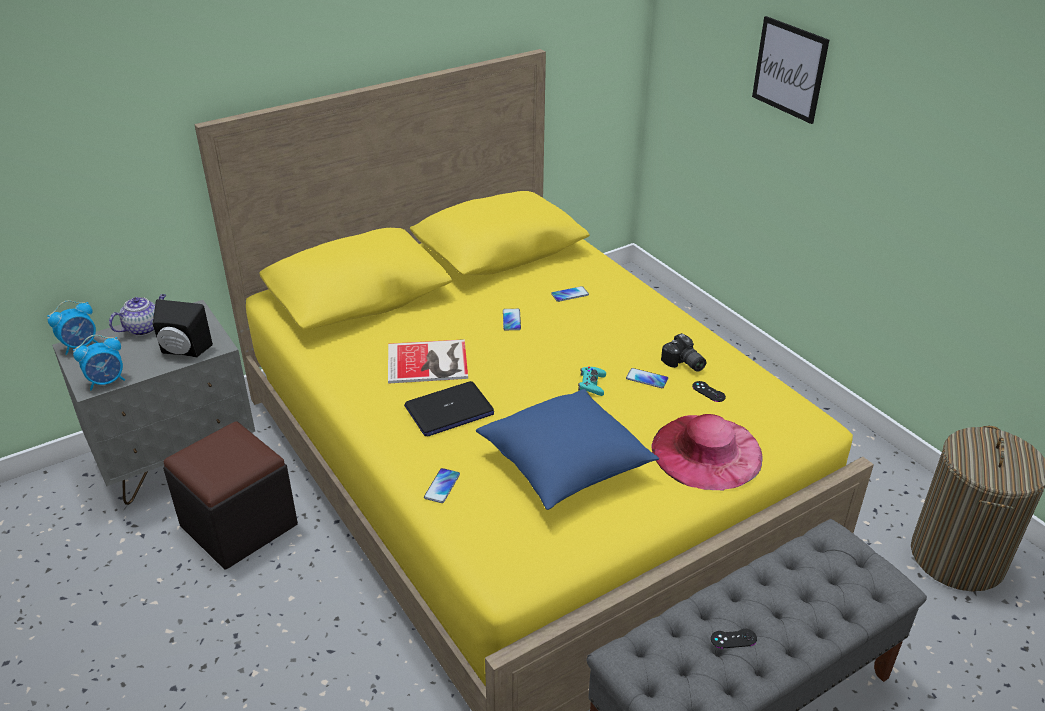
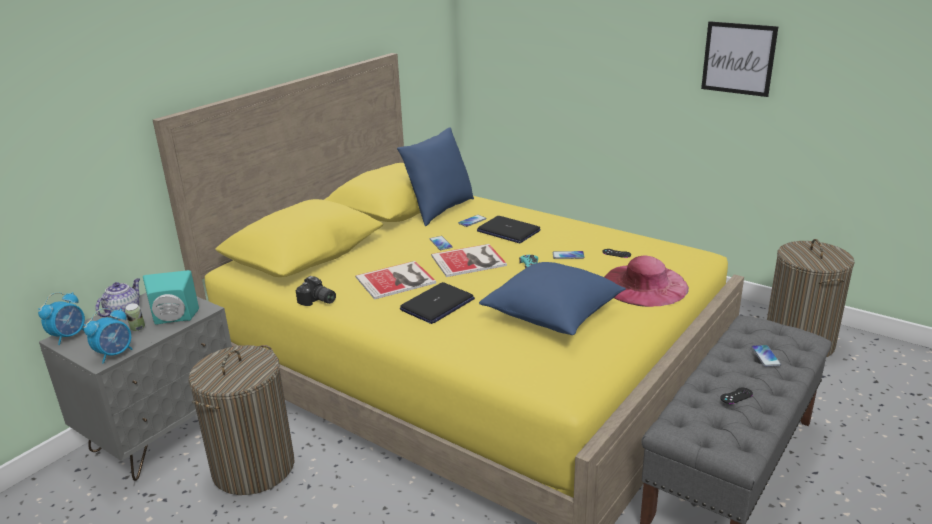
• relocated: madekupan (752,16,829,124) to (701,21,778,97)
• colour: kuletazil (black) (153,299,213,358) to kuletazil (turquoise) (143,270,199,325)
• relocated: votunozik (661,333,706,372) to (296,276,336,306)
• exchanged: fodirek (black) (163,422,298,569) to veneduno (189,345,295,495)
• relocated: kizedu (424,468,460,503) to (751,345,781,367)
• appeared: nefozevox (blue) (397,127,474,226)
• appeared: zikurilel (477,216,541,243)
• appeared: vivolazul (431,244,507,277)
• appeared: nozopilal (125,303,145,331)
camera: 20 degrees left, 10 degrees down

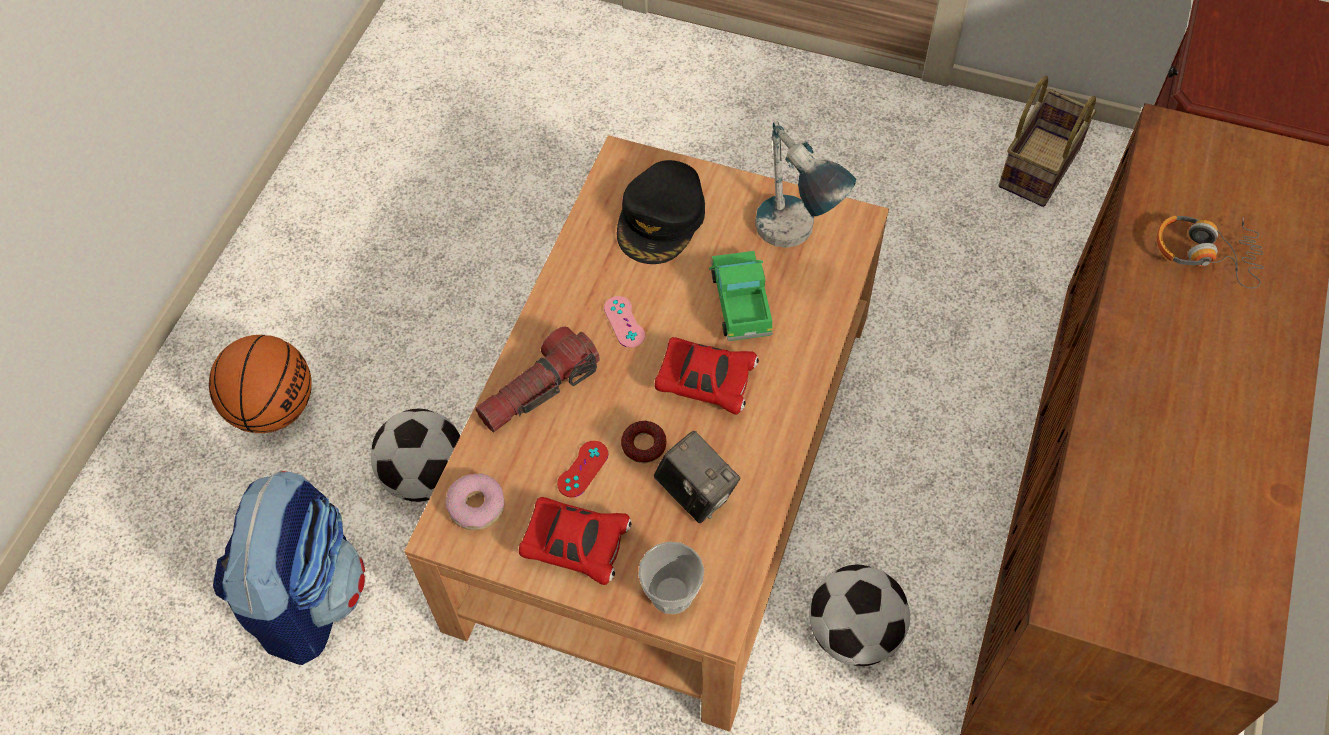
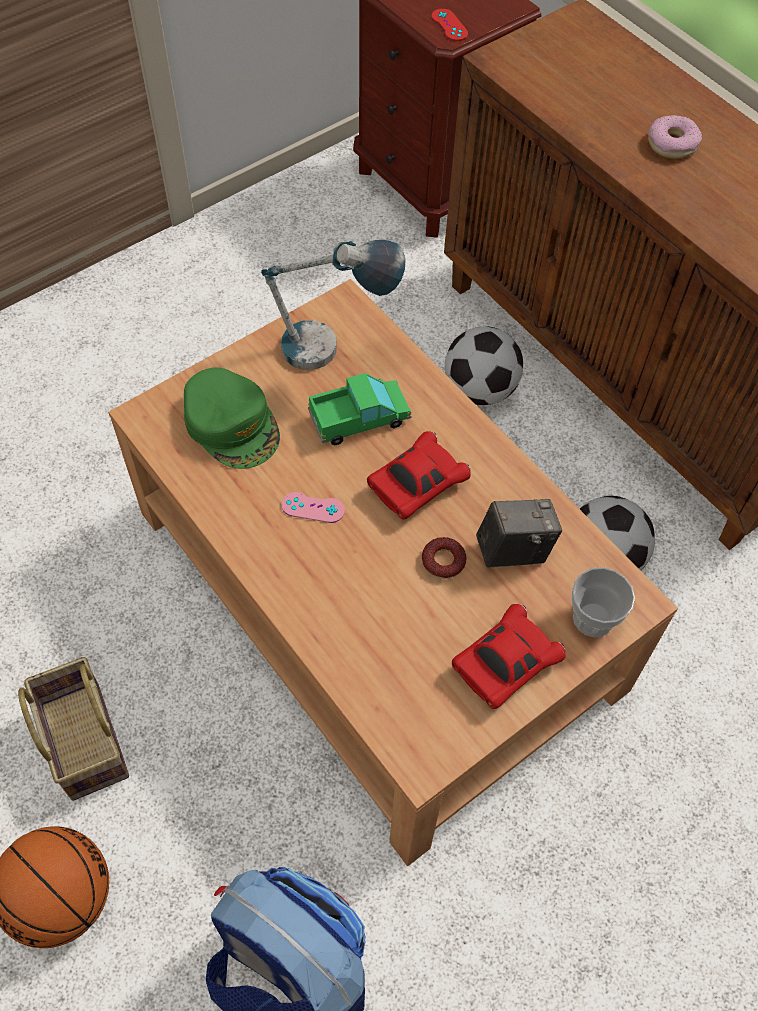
• relocated: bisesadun (998,76,1096,207) to (18,657,129,801)
• colour: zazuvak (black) (617,160,705,264) to zazuvak (green) (184,367,280,469)
• missing: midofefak (1157,215,1264,289)
• spun: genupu (709,251,773,341) = (308,373,412,445) 135 degrees clockwise
• missing: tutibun (475,327,600,432)
• relocated: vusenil (371,409,460,502) to (445,326,523,405)
• relocated: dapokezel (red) (557,441,608,497) to (432,9,468,41)
• relocated: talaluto (445,473,505,530) to (648,115,702,159)
camera: 60 degrees left, 0 degrees up

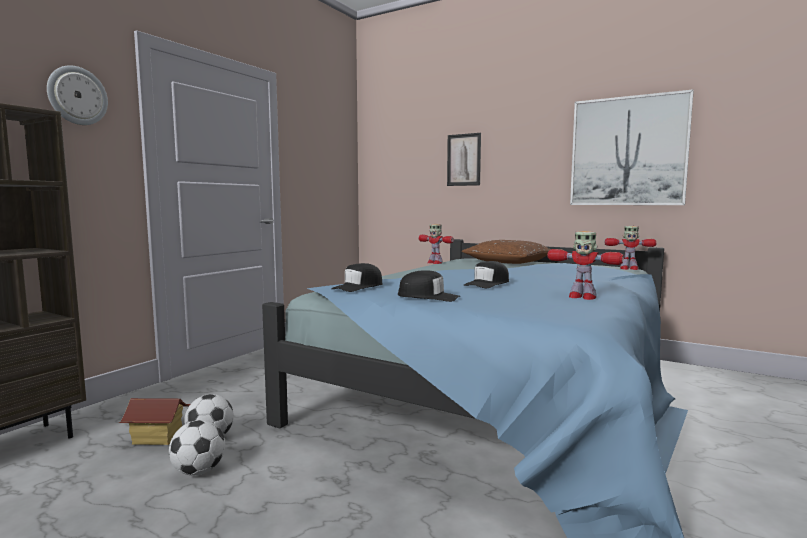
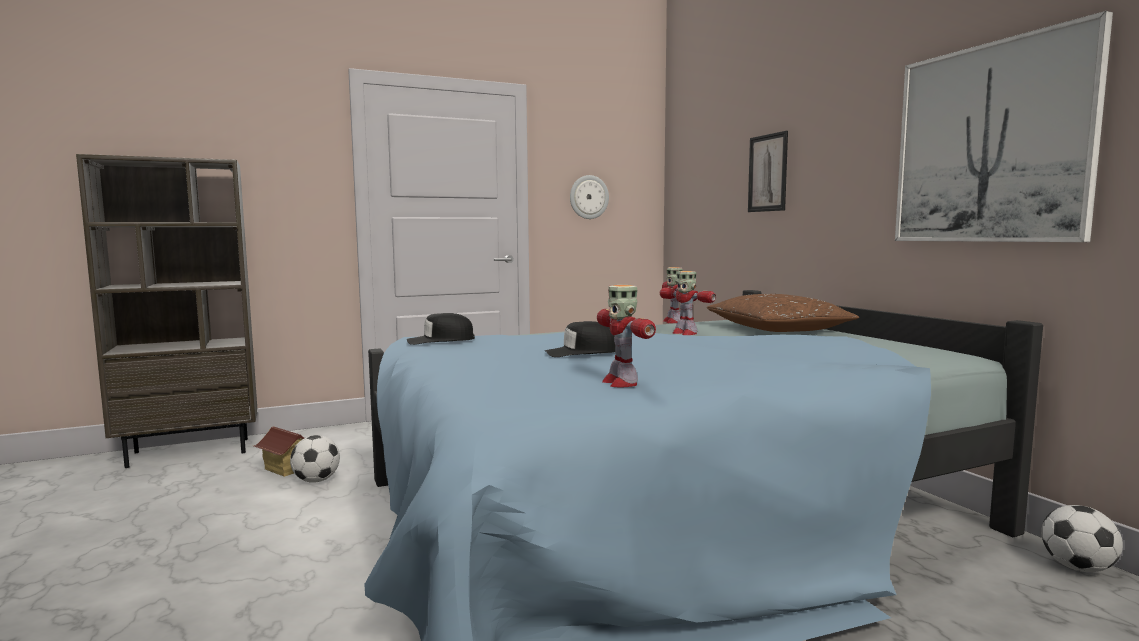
• relocated: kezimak (47,65,108,125) to (570,175,609,219)
• relocated: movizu (605,226,657,270) to (660,271,716,335)
• missing: zazuvak (black) (398,270,460,302)
• relocated: vusenil (169,420,225,475) to (1041,505,1123,572)
camera: 35 degrees right, 0 degrees up

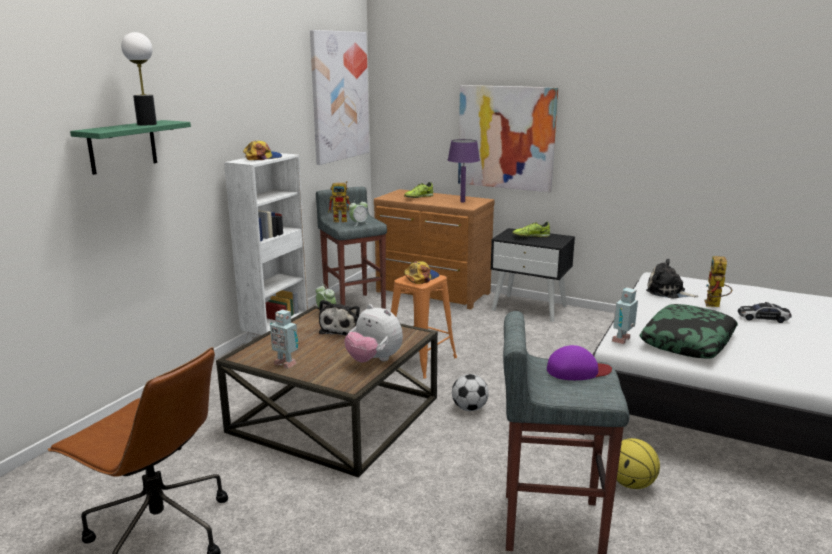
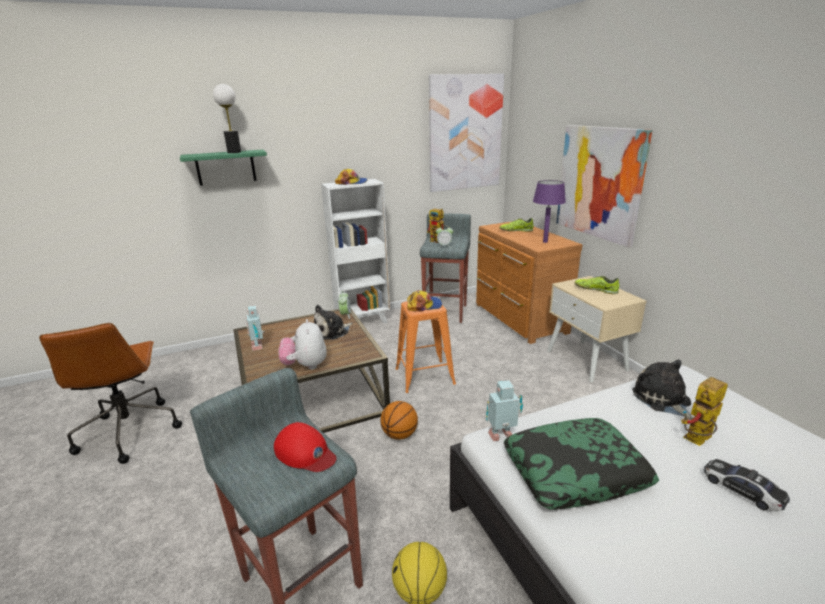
• colour: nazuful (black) (490,228,575,322) to nazuful (beige) (547,276,647,382)
• colour: zazuvak (purple) (547,345,612,380) to zazuvak (red) (274,422,336,472)
• exchanged: vusenil (452,374,489,411) to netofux (380,401,418,440)
camera: 40 degrees right, 5 degrees up

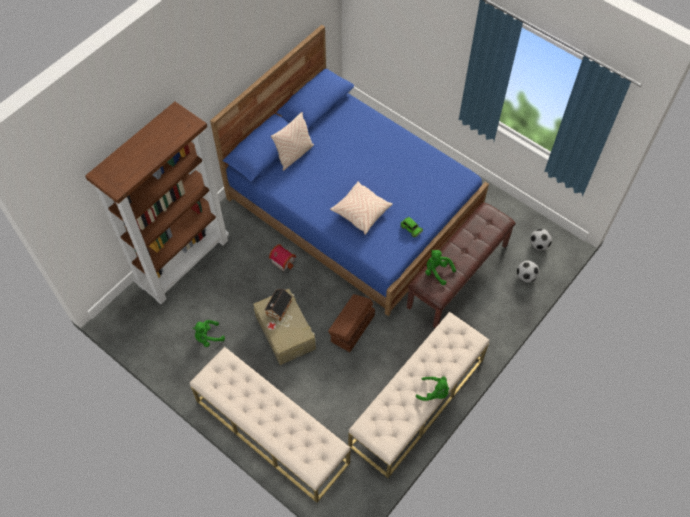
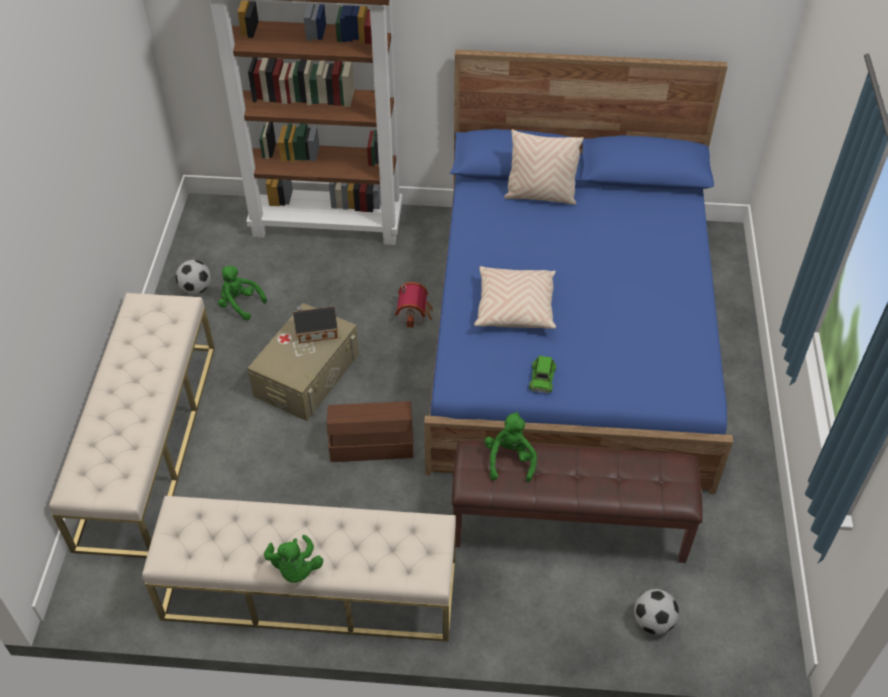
• relocated: vusenil (530,229,552,250) to (176,260,211,295)
camera: 55 degrees right, 10 degrees down

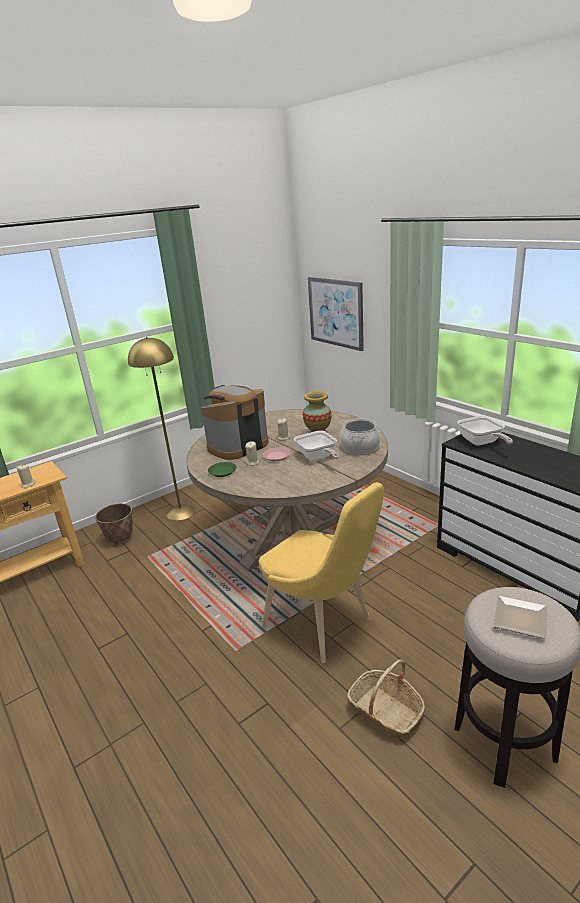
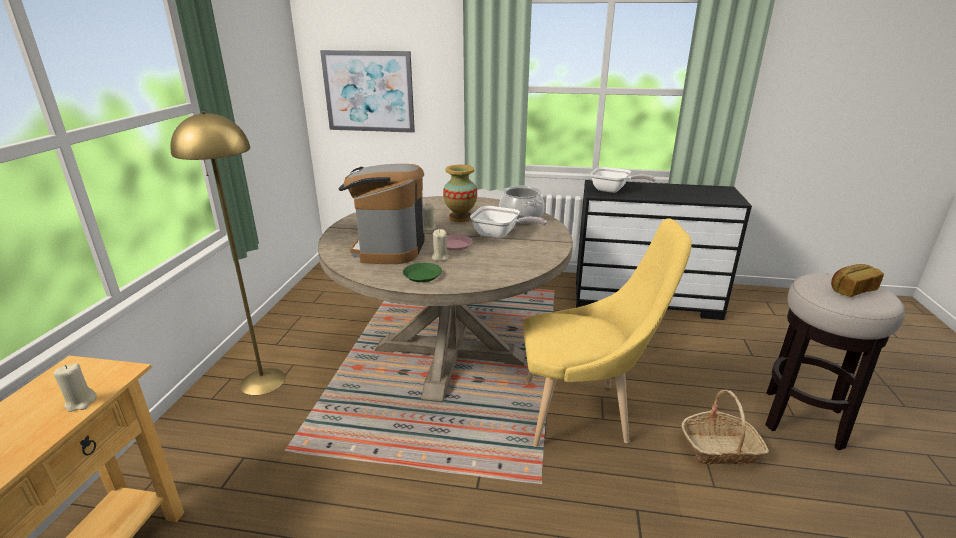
• missing: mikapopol (95,504,133,545)
• exchanged: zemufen (493,596,547,639) to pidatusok (831,264,884,297)
camera: 45 degrees left, 0 degrees up

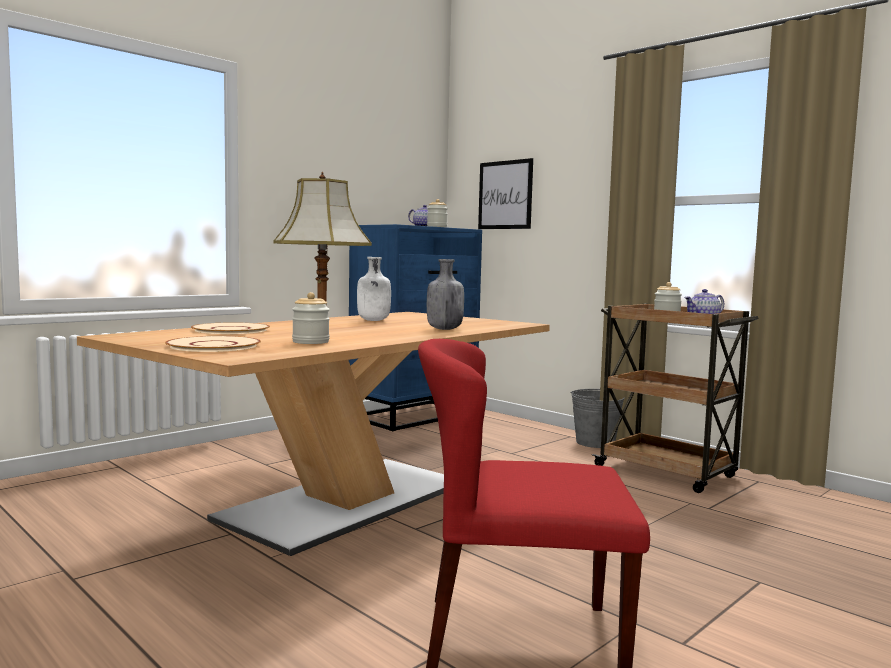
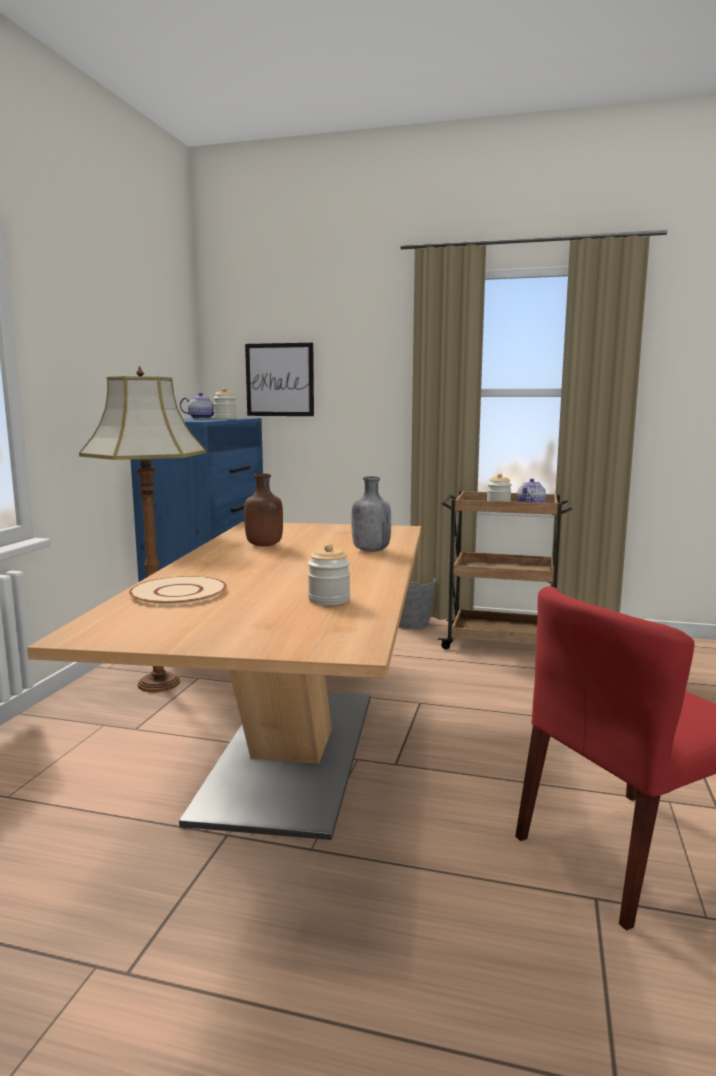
• colour: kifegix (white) (357,257,391,321) to kifegix (brown) (244,474,283,547)
• missing: zemufen (beige) (165,336,261,352)
camera: 30 degrees left, 5 degrees up

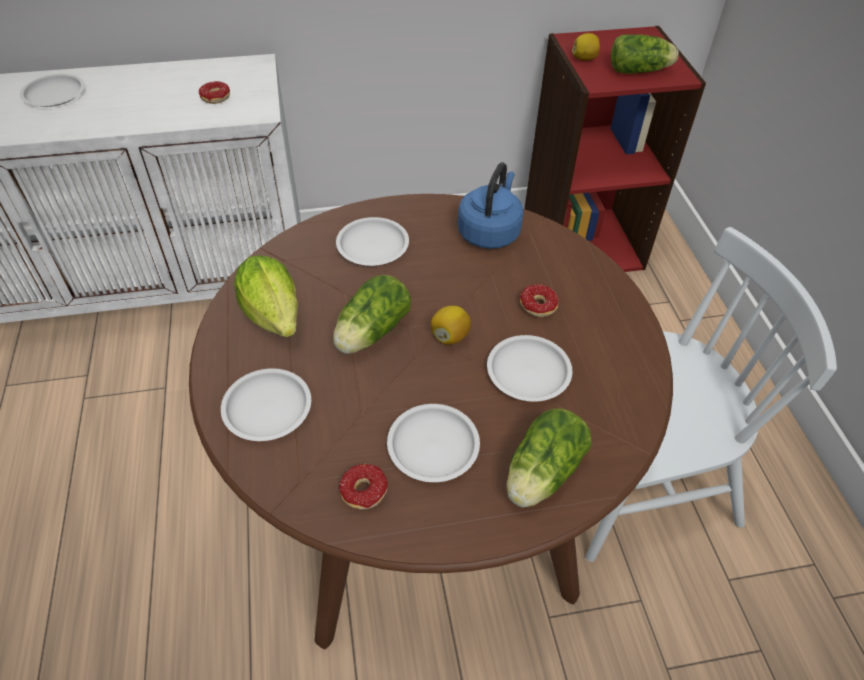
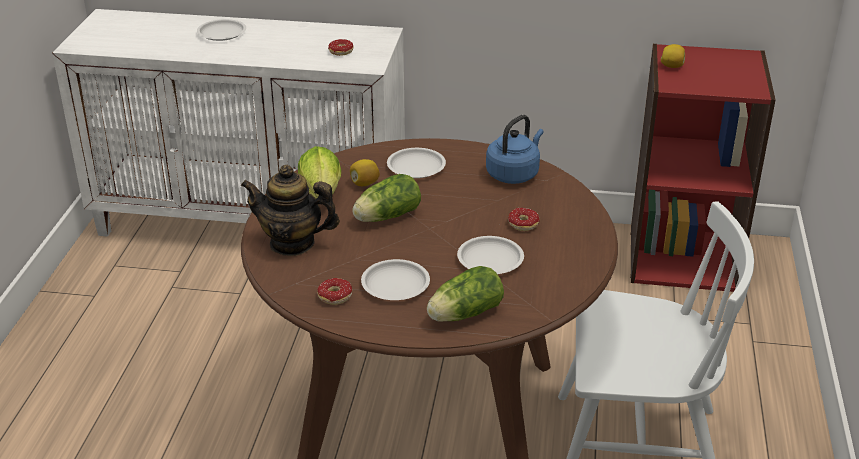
• missing: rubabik (611,34,679,74)
• relocated: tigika (431,306,471,345) to (350,159,380,186)
• exchanged: zemufen (white) (221,368,311,441) to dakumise (241,165,340,256)
camera: 20 degrees right, 15 degrees down

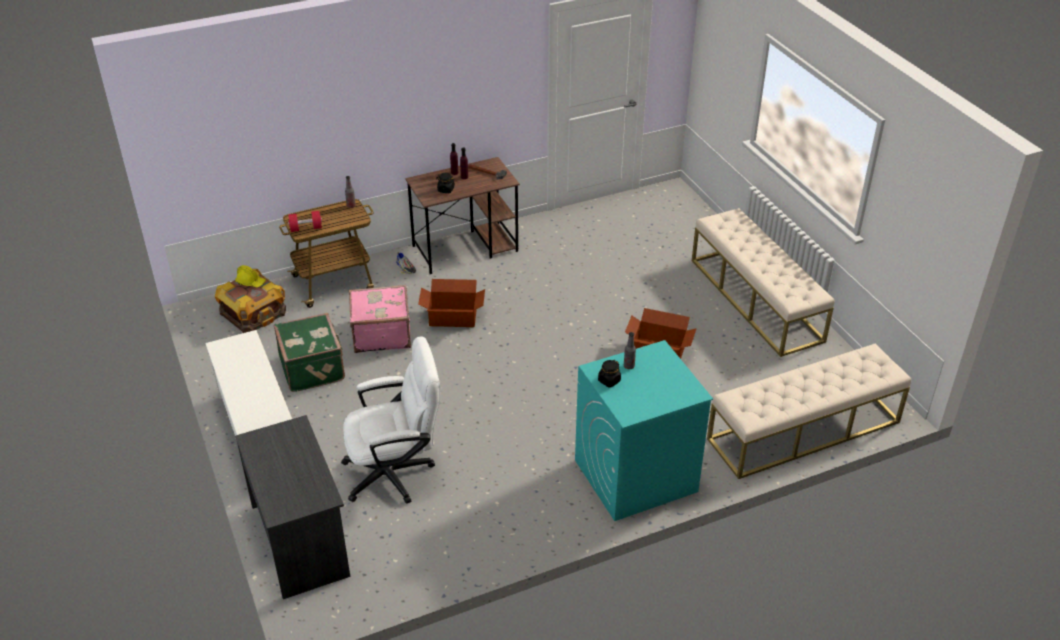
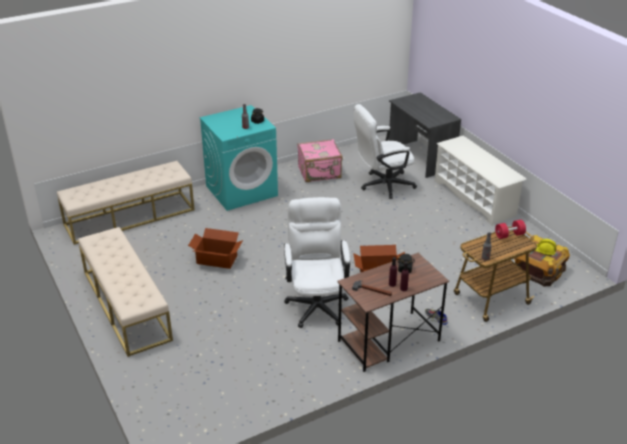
• relocated: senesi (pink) (349,285,411,353) to (297,139,342,182)
• missing: senesi (green) (274,313,345,392)
• appeared: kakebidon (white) (284,197,350,328)
camera: 175 degrees right, 5 degrees down

